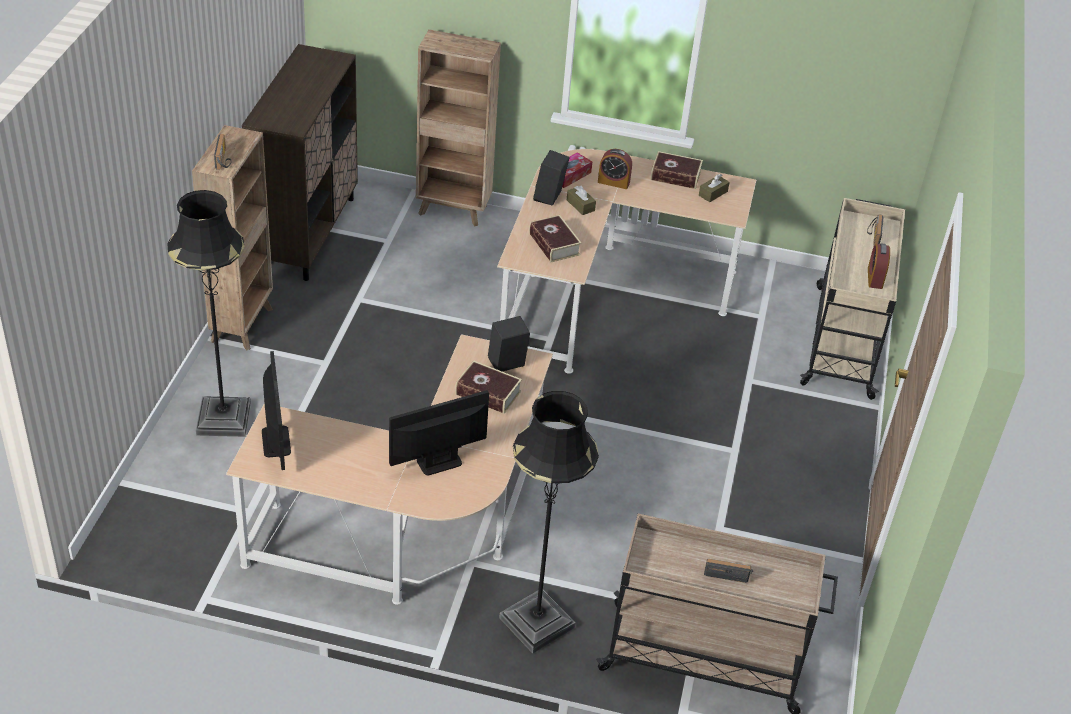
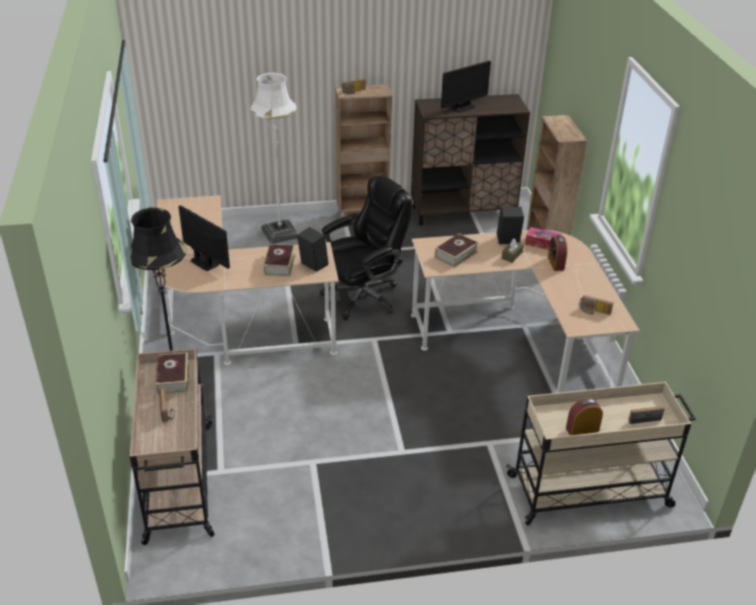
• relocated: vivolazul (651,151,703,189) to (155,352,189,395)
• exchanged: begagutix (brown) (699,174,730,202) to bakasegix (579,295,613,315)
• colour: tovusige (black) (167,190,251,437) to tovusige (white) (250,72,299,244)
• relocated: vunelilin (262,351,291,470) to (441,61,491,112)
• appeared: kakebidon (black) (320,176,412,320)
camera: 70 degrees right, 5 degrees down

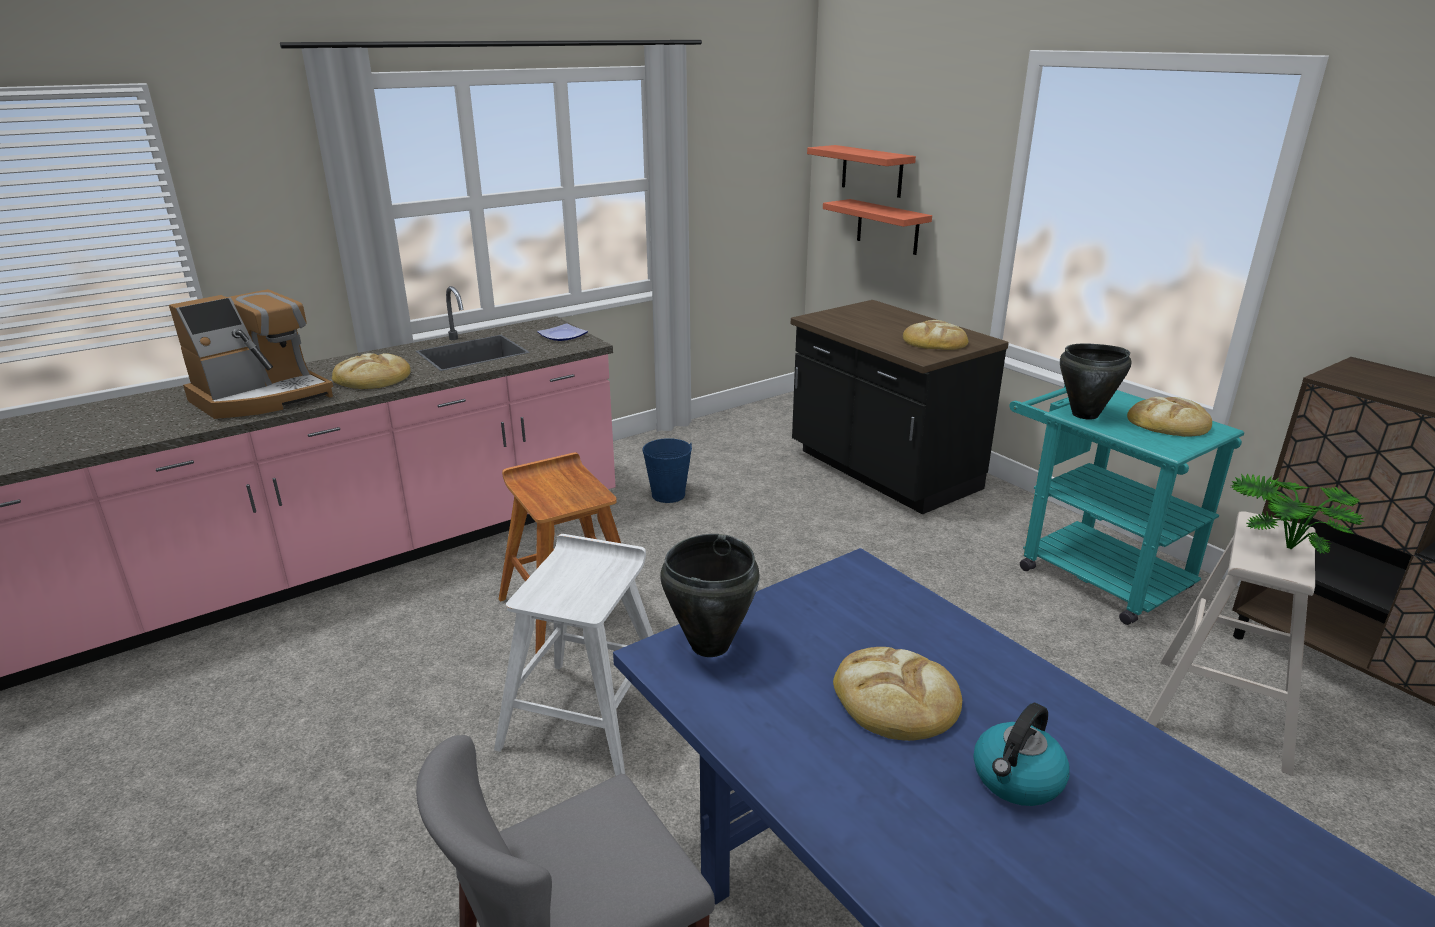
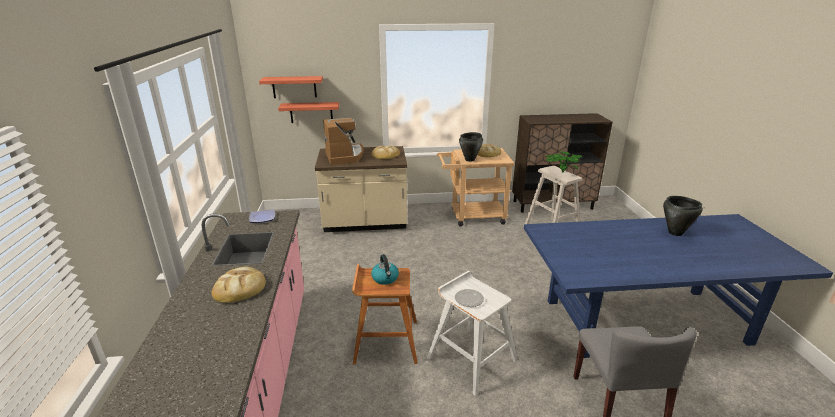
• relocated: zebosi (169,289,333,419) to (323,118,364,165)
• colour: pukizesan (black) (791,300,1009,514) to pukizesan (beige) (315,146,407,232)
• colour: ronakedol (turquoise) (1009,385,1244,625) to ronakedol (beige) (437,148,514,227)
• missing: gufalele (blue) (642,438,692,503)
• relocated: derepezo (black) (660,534,760,657) to (663,196,703,236)
• missing: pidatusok (833,647,962,741)
• relocated: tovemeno (973,703,1070,806) to (371,254,399,285)
• appeared: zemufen (455,289,484,307)
camera: 60 degrees left, 0 degrees up

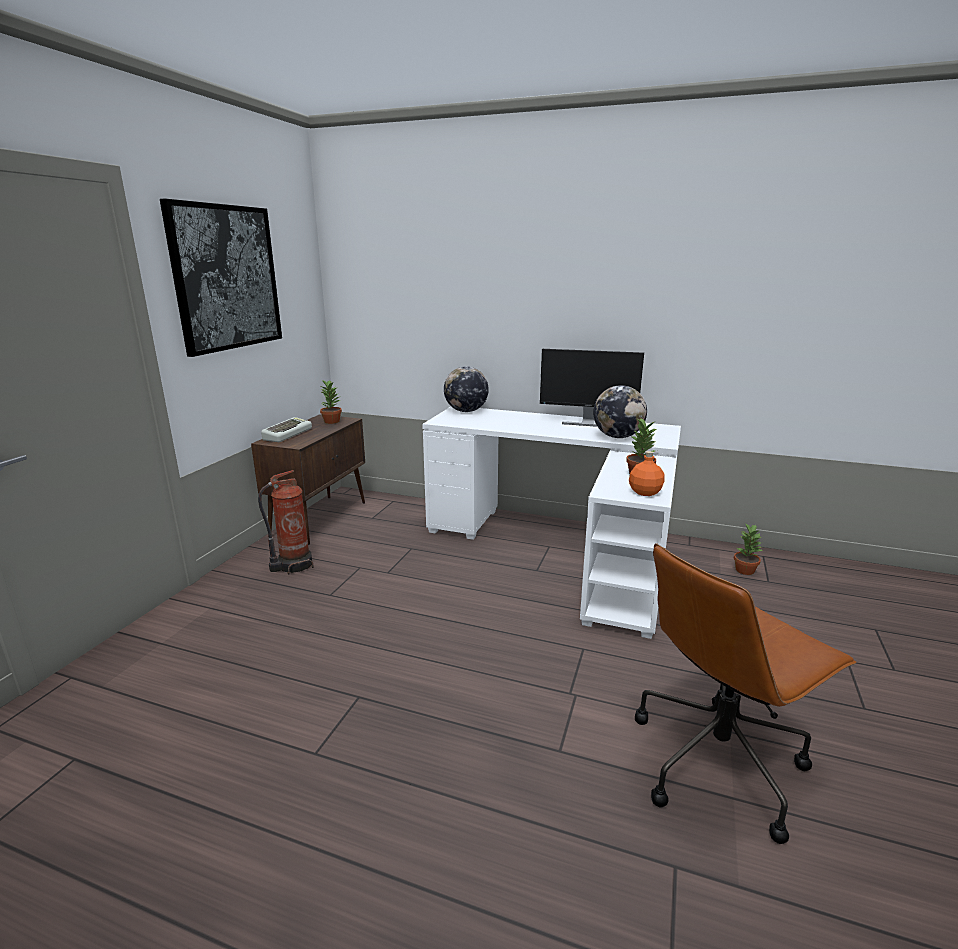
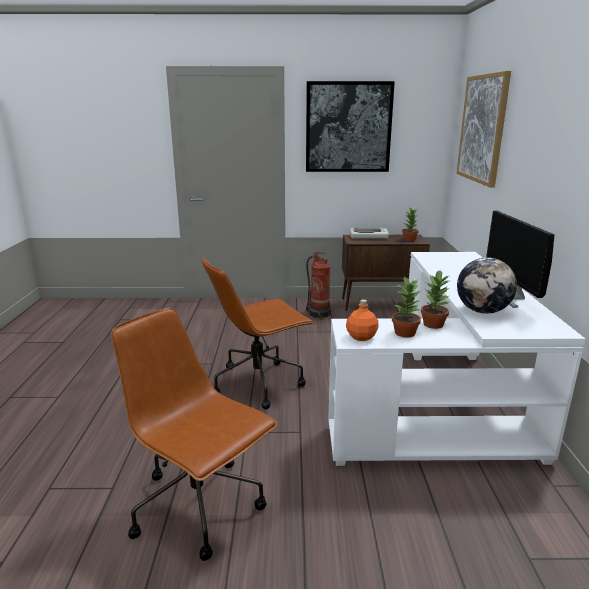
• missing: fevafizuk (444,366,489,412)
• relocated: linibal (734,523,763,575) to (421,270,450,329)
• appeared: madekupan (457,71,511,187)
• appeared: kakebidon (brown) (202,258,314,409)
camera: 70 degrees right, 0 degrees up

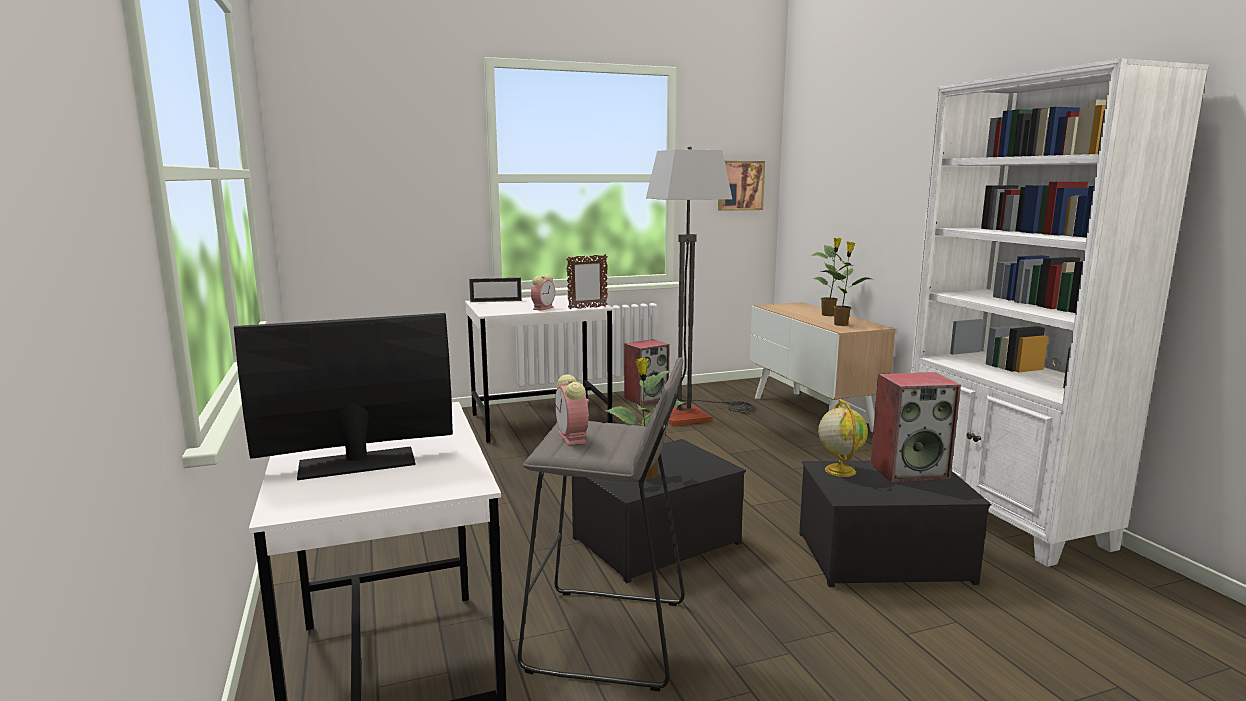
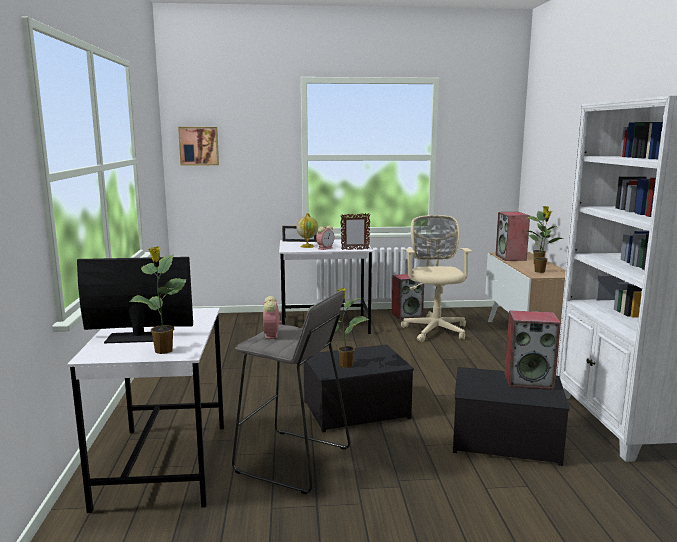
• exchanged: tovusige (646,147,755,426) to kakebidon (beige) (401,215,472,342)
• relocated: madekupan (718,161,765,211) to (178,127,219,165)
• relocated: fevafizuk (818,400,868,477) to (296,213,318,248)
• appeared: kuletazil (496,212,530,261)
• appeared: linibal (129,246,186,354)
camera: 15 degrees right, 0 degrees up

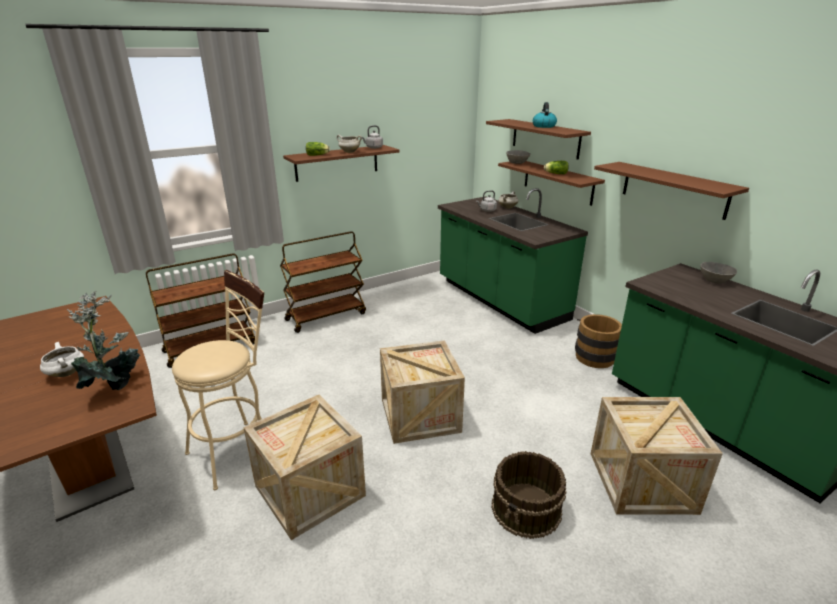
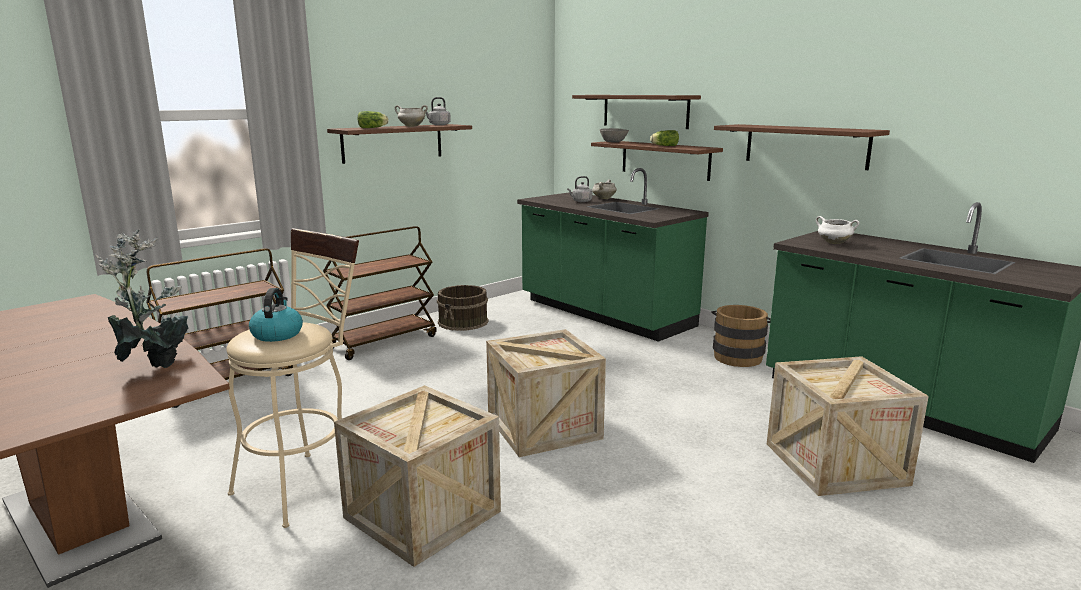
• relocated: tovemeno (533,102,557,128) to (249,288,303,342)
• missing: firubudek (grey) (700,262,737,284)
• relocated: derepezo (white) (40,342,84,377) to (816,216,859,244)
• relocated: gufalele (brown) (491,451,567,539) to (437,285,488,331)
camera: 10 degrees left, 10 degrees down

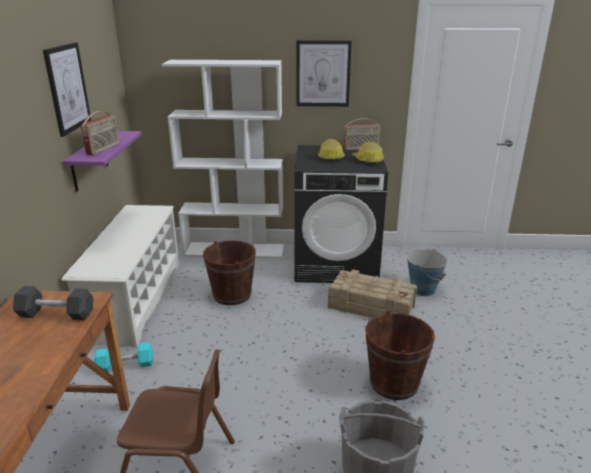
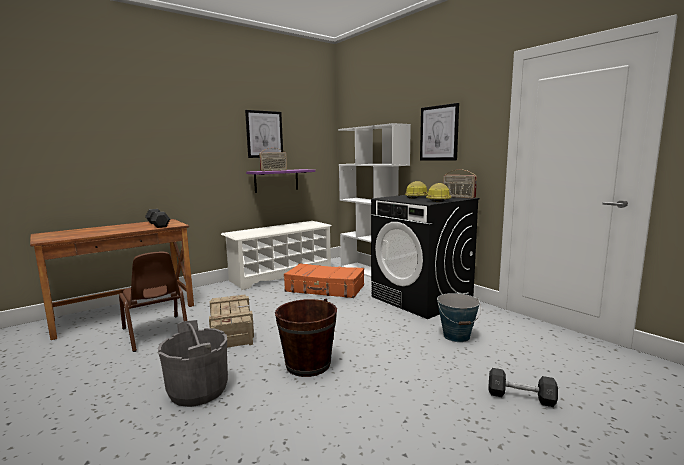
• exchanged: gufalele (brown) (203,240,256,305) to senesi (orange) (284,263,364,298)
• relocated: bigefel (328,269,417,318) to (209,294,254,348)
• missing: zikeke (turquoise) (94,342,153,372)
• appeared: zikeke (grey) (488,368,558,407)
camera: 50 degrees right, 15 degrees down

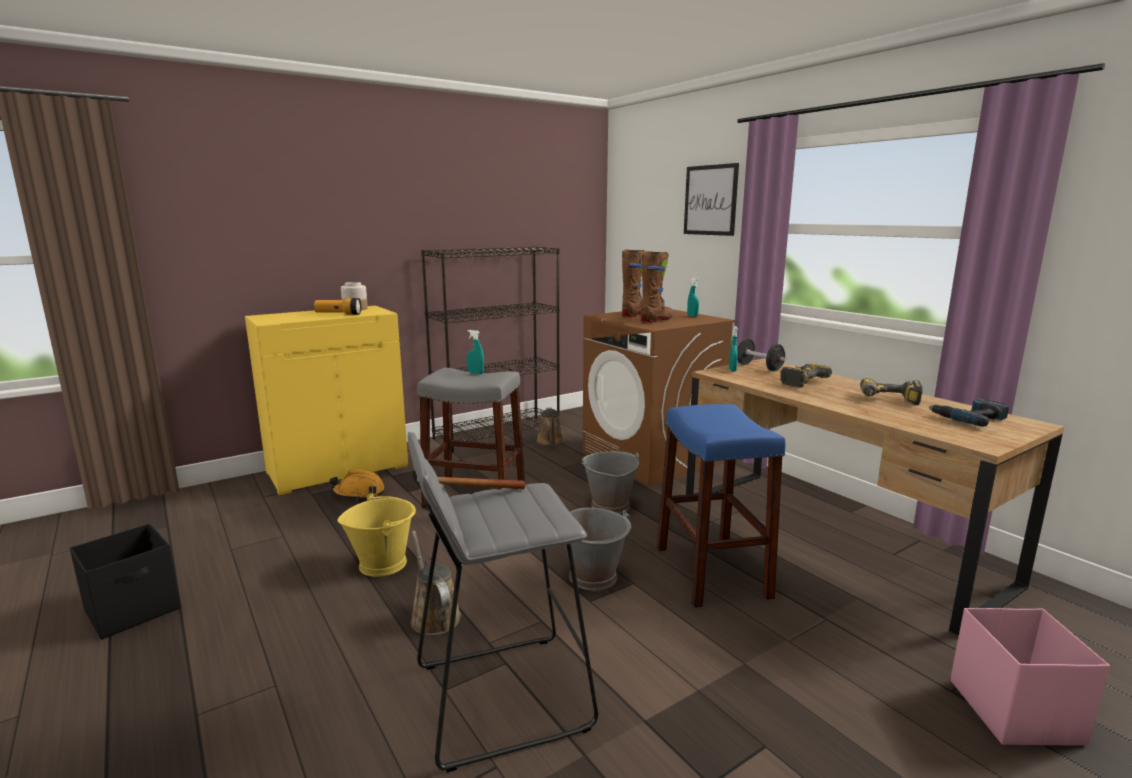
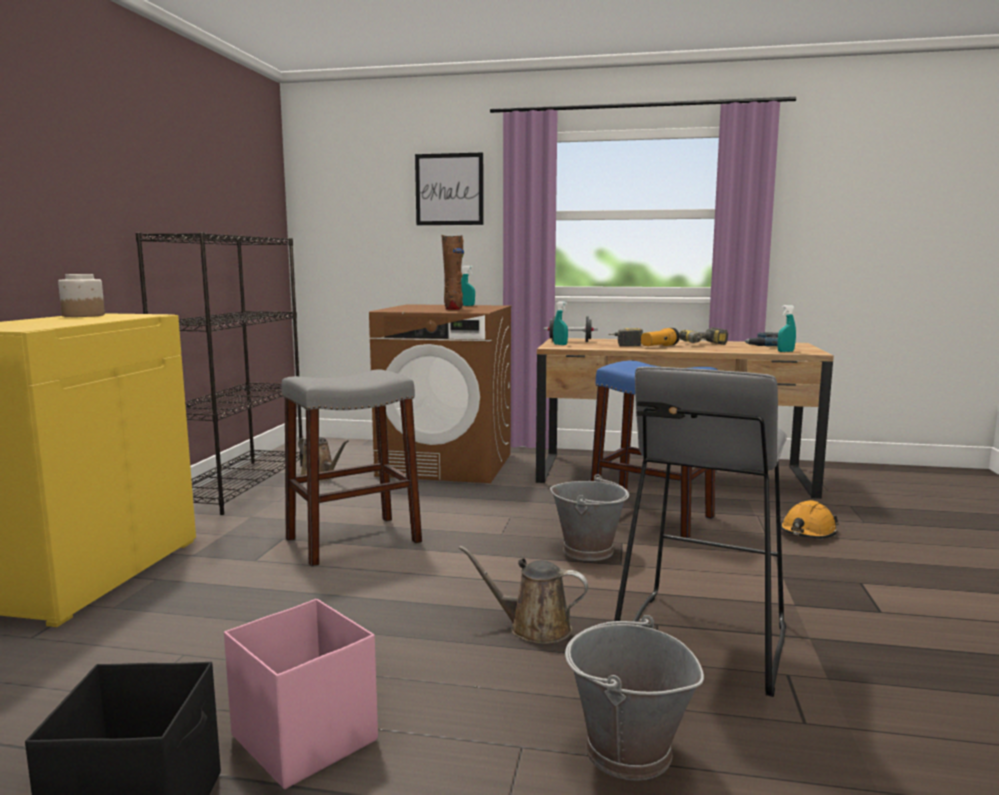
• missing: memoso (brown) (622,249,645,317)
• relocated: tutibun (314,298,361,315) to (641,328,680,346)
• relocated: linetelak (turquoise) (467,330,484,374) to (777,305,796,352)
• relocated: gufalele (grey) (581,451,639,514) to (565,615,704,780)
• relocated: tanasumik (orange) (329,469,385,500) to (781,500,839,538)
• missing: gufalele (yellow) (337,493,416,577)
• relocated: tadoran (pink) (950,608,1110,746) to (224,599,378,789)
camera: 45 degrees left, 5 degrees down

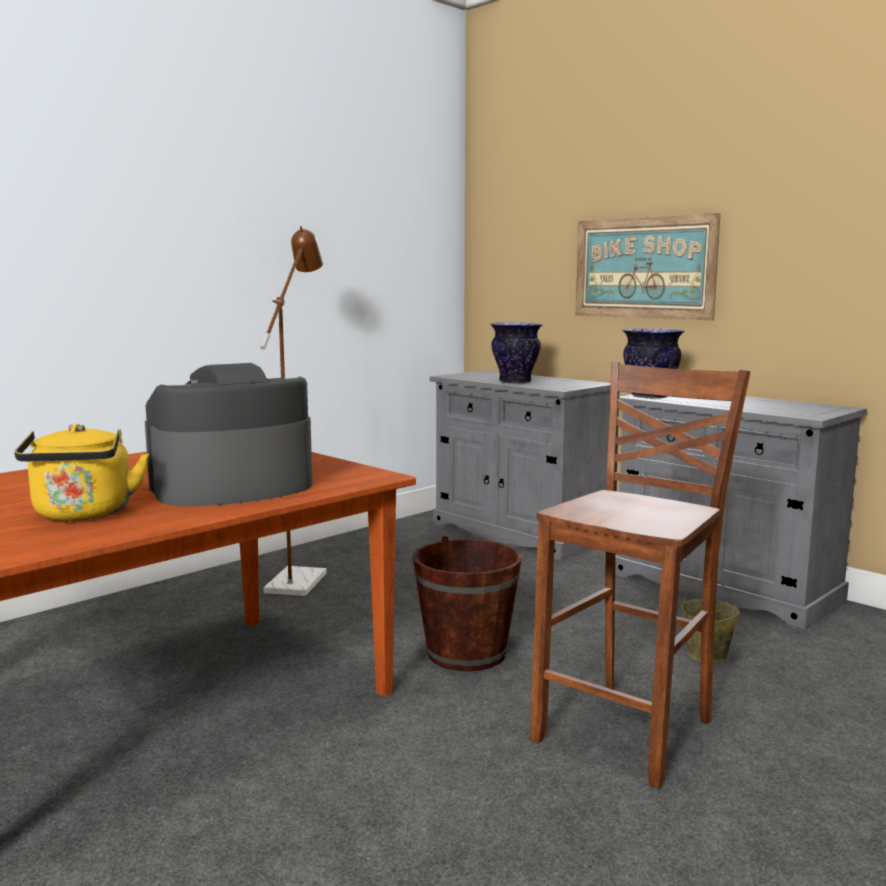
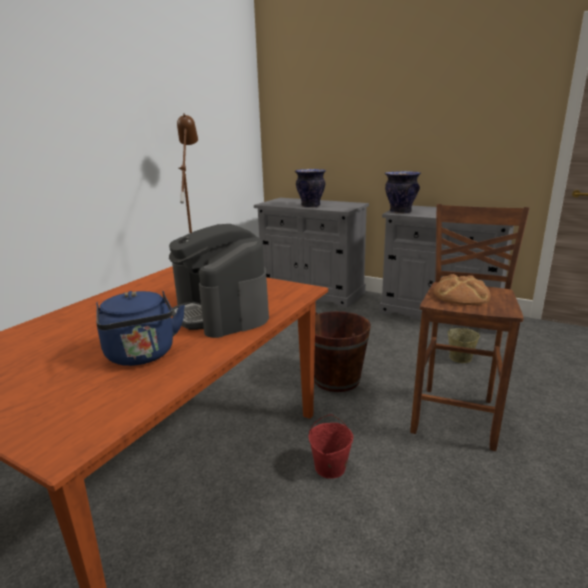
• missing: madekupan (575,213,721,320)
• spun: zebosi (145,363,312,506) = (169,224,269,338) 75 degrees counterclockwise
• colour: tovemeno (yellow) (15,424,149,521) to tovemeno (blue) (96,291,185,366)
• appeared: pidatusok (434,274,491,305)
• appeared: gufalele (red) (309,414,353,479)
camera: 15 degrees left, 10 degrees up

